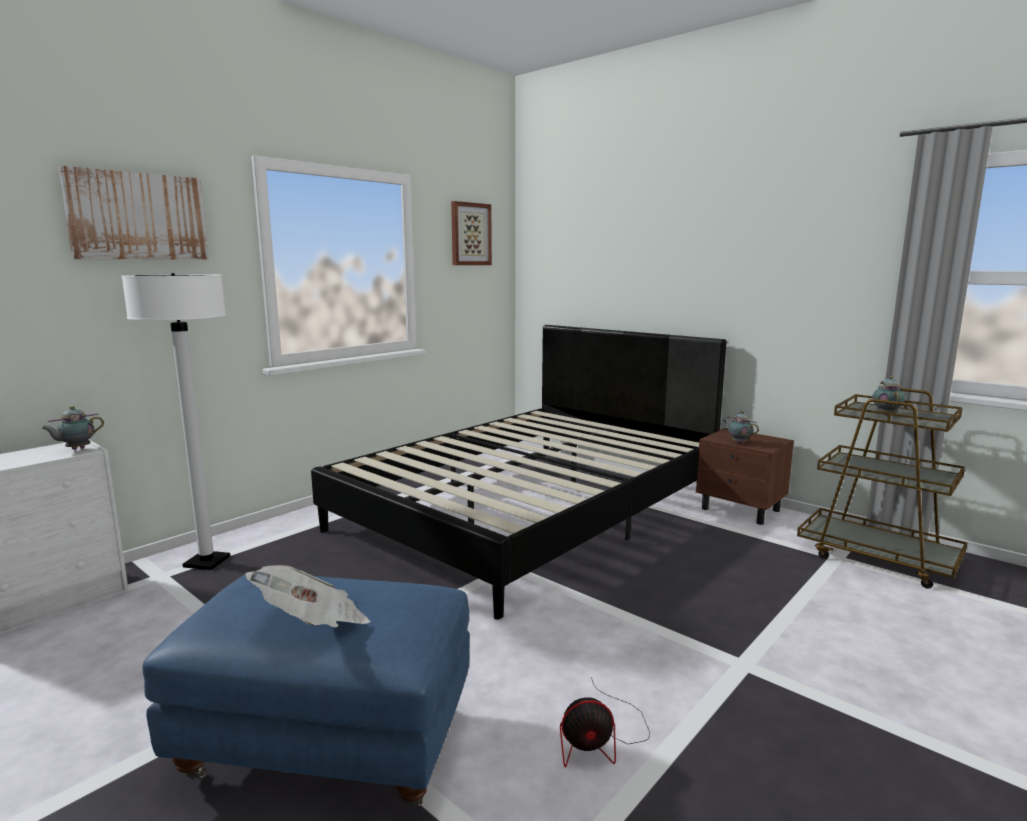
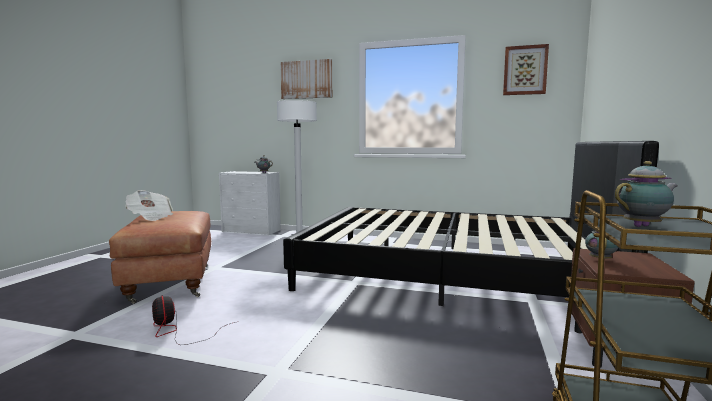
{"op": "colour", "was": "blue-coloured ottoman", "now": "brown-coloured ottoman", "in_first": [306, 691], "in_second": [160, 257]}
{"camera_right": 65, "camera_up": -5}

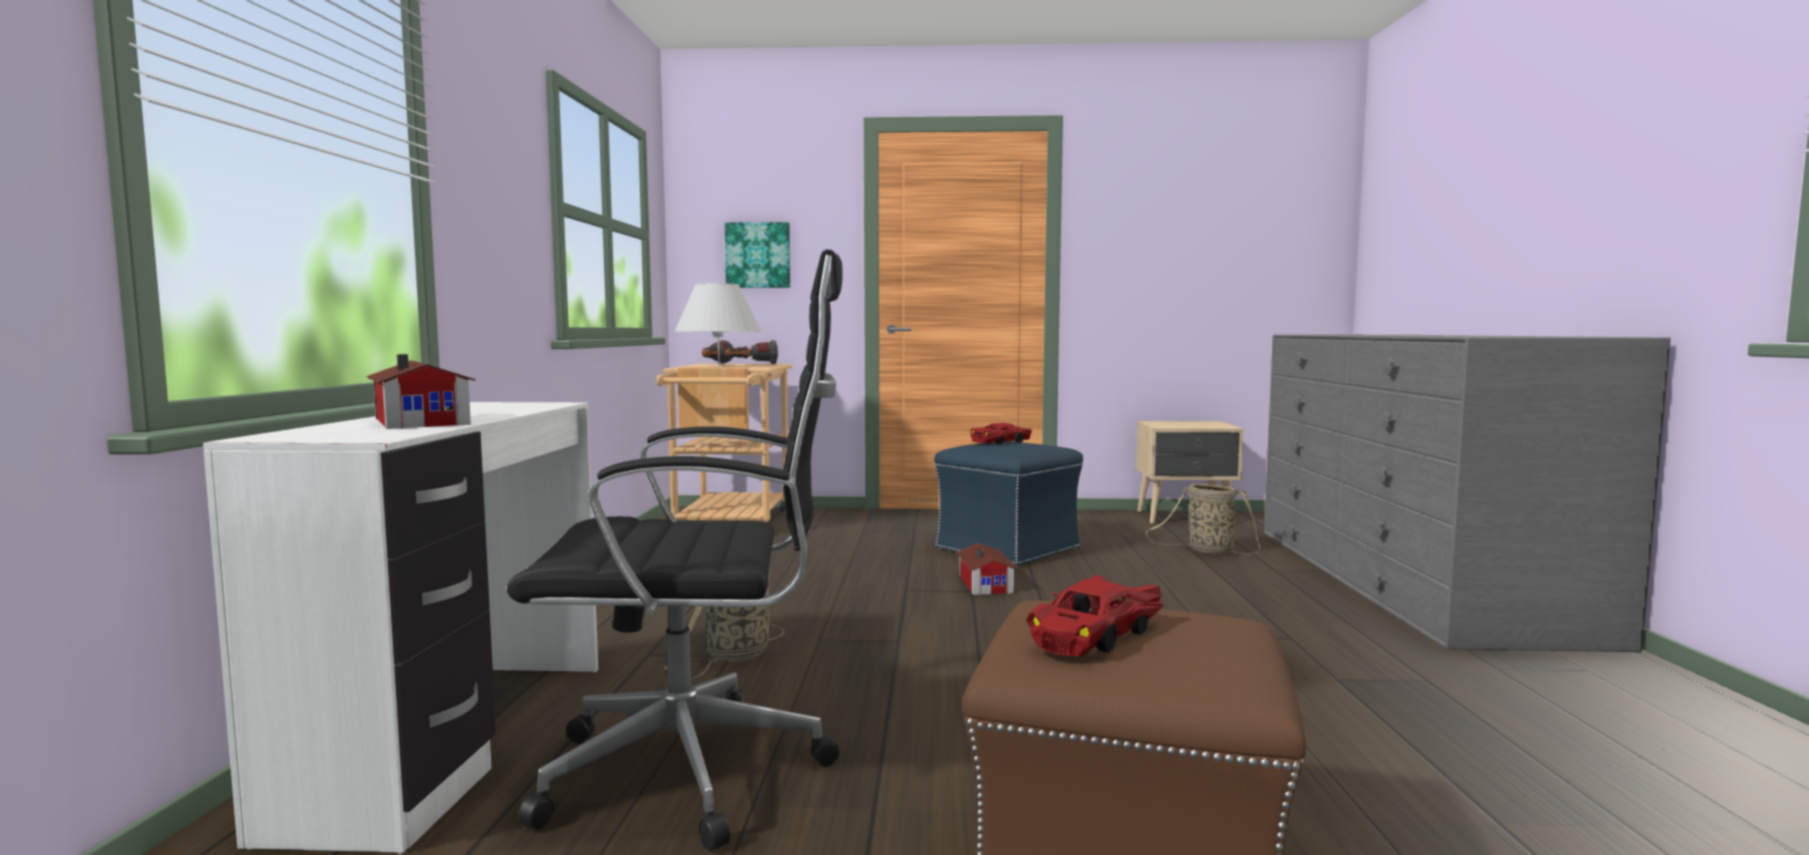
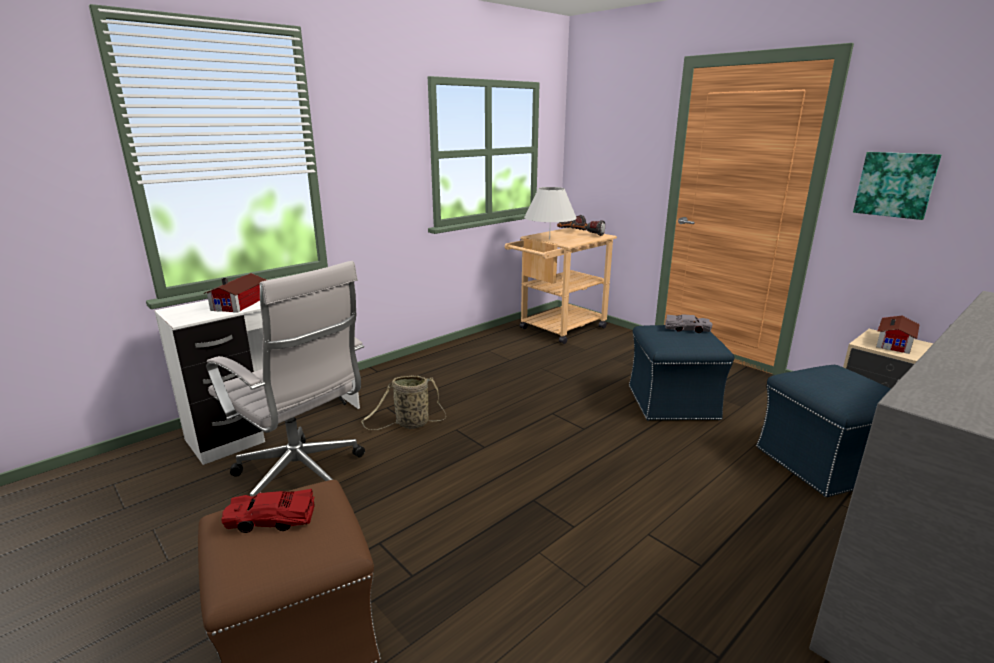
{"op": "colour", "was": "blackish computer chair", "now": "whitish computer chair", "in_first": [675, 550], "in_second": [285, 379]}
{"op": "colour", "was": "red model car", "now": "grey model car", "in_first": [1001, 433], "in_second": [689, 323]}
{"op": "exchanged", "was": "basket", "now": "blue-coloured ottoman", "in_first": [1203, 519], "in_second": [823, 431]}
{"op": "relocated", "was": "wall art", "in_first": [757, 255], "in_second": [897, 186]}
{"op": "relocated", "was": "miniature house", "in_first": [987, 569], "in_second": [898, 335]}
{"camera_right": 45, "camera_up": 15}

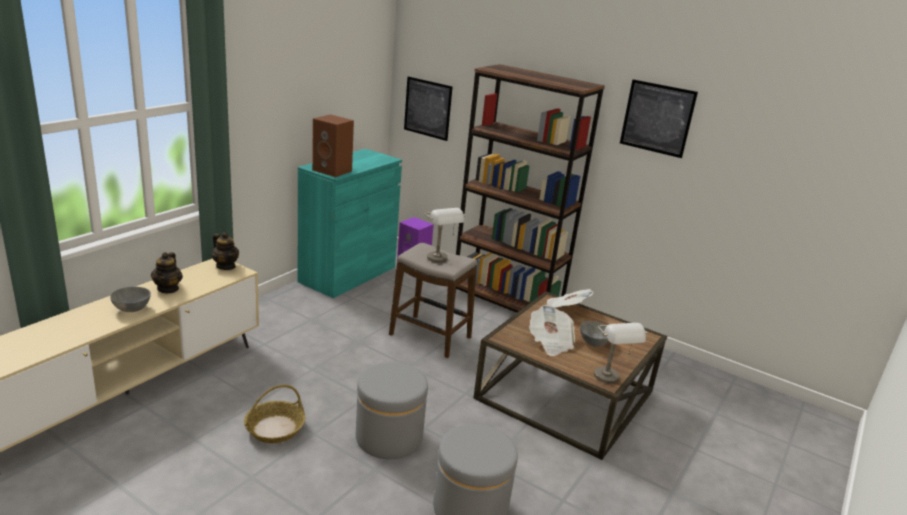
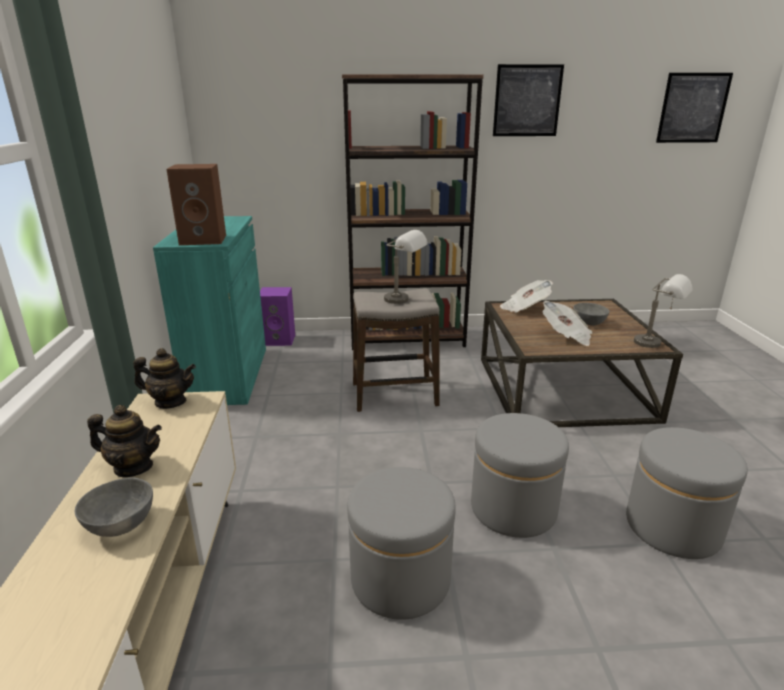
{"op": "spun", "was": "teapot", "in_first": [167, 273], "in_second": [124, 441], "clockwise": -45}
{"op": "exchanged", "was": "basket", "now": "grey ottoman", "in_first": [274, 414], "in_second": [401, 543]}
{"op": "relocated", "was": "wall art", "in_first": [428, 108], "in_second": [694, 108]}
{"camera_right": -35, "camera_up": 0}

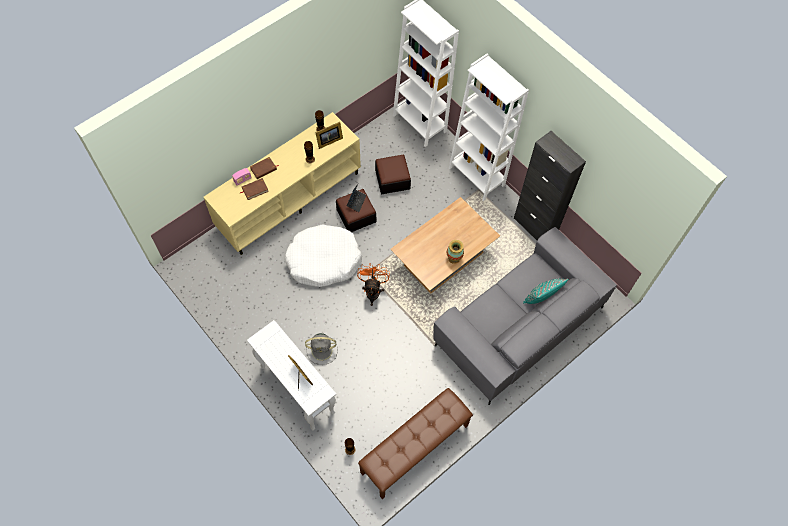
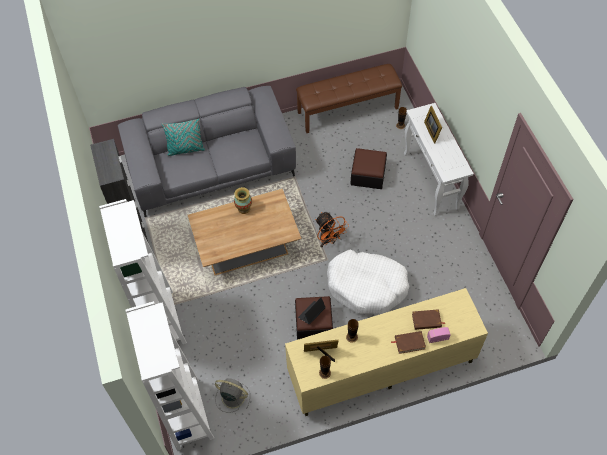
{"op": "relocated", "was": "grey cooling fan", "in_first": [321, 349], "in_second": [232, 395]}
{"op": "spun", "was": "orange-coloured cooling fan", "in_first": [373, 284], "in_second": [332, 229], "clockwise": -60}
{"op": "relocated", "was": "ottoman", "in_first": [393, 174], "in_second": [368, 168]}
{"camera_right": -155, "camera_up": -5}

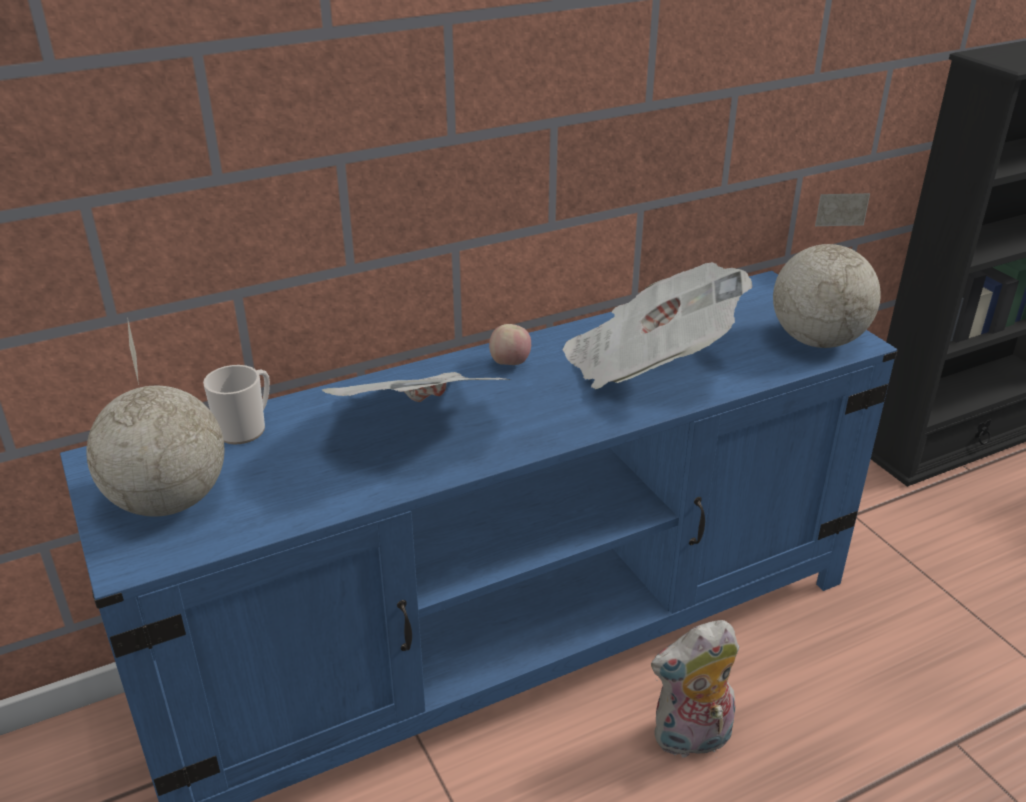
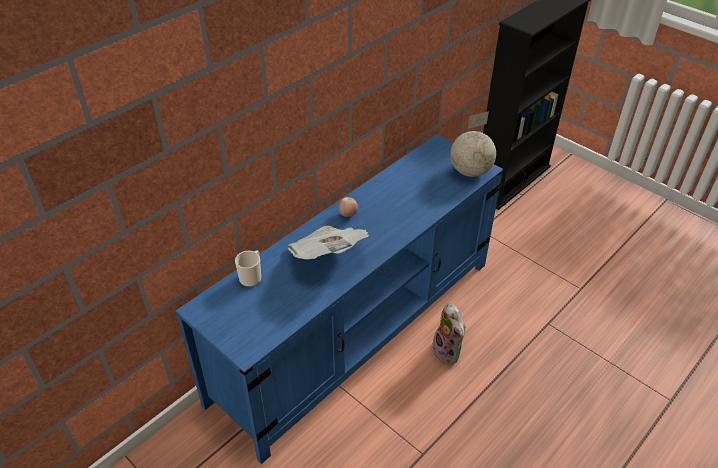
{"op": "spun", "was": "soft toy", "in_first": [695, 689], "in_second": [449, 334], "clockwise": -75}
{"op": "missing", "was": "world globe", "in_first": [155, 416]}
{"op": "missing", "was": "daily paper", "in_first": [657, 325]}
{"camera_right": -20, "camera_up": 10}

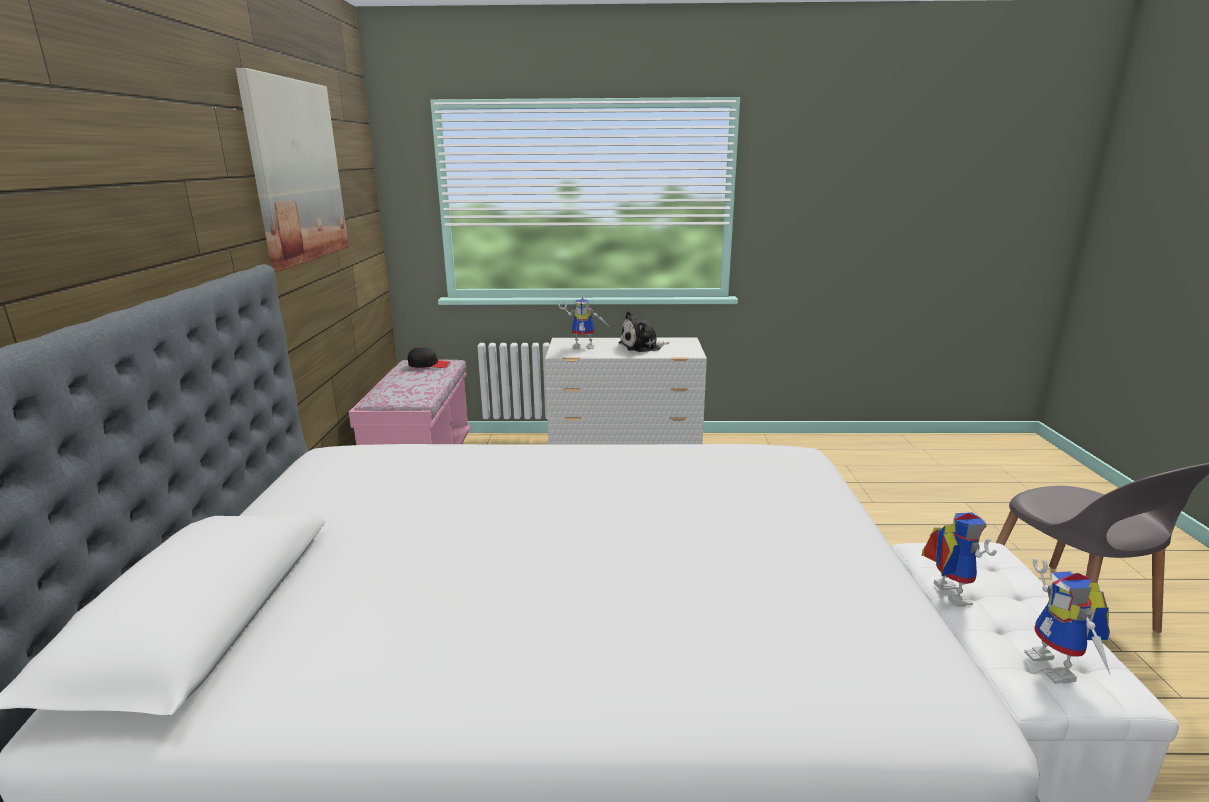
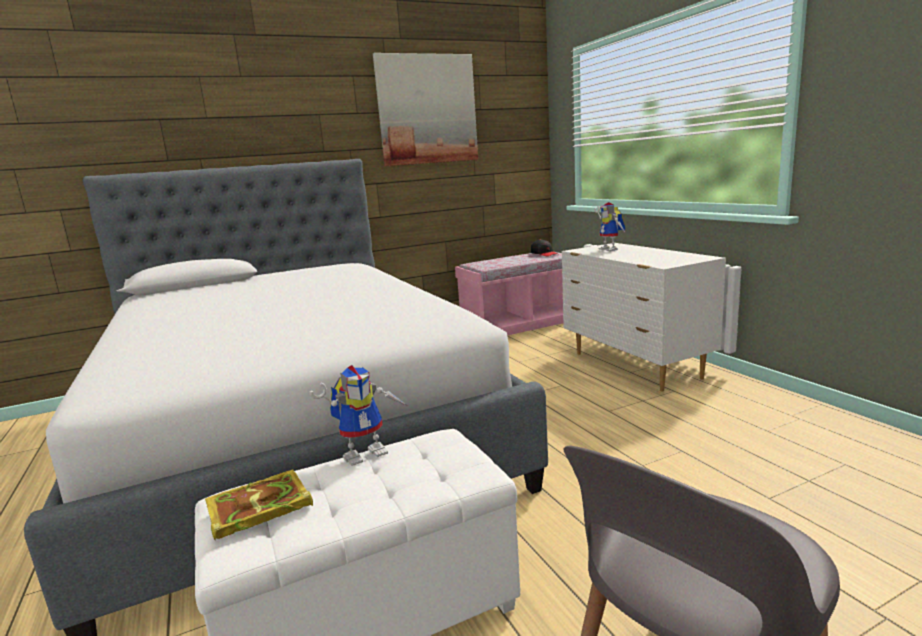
{"op": "exchanged", "was": "toy robot", "now": "volume", "in_first": [1067, 621], "in_second": [259, 504]}
{"op": "missing", "was": "soft toy", "in_first": [643, 331]}
{"camera_right": 65, "camera_up": -5}

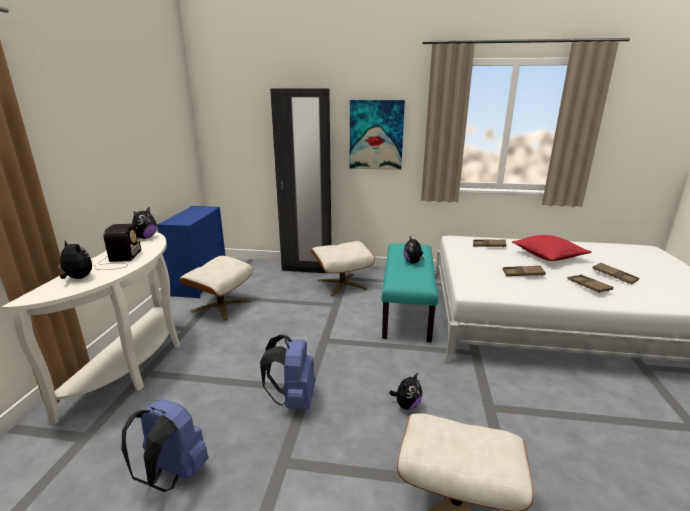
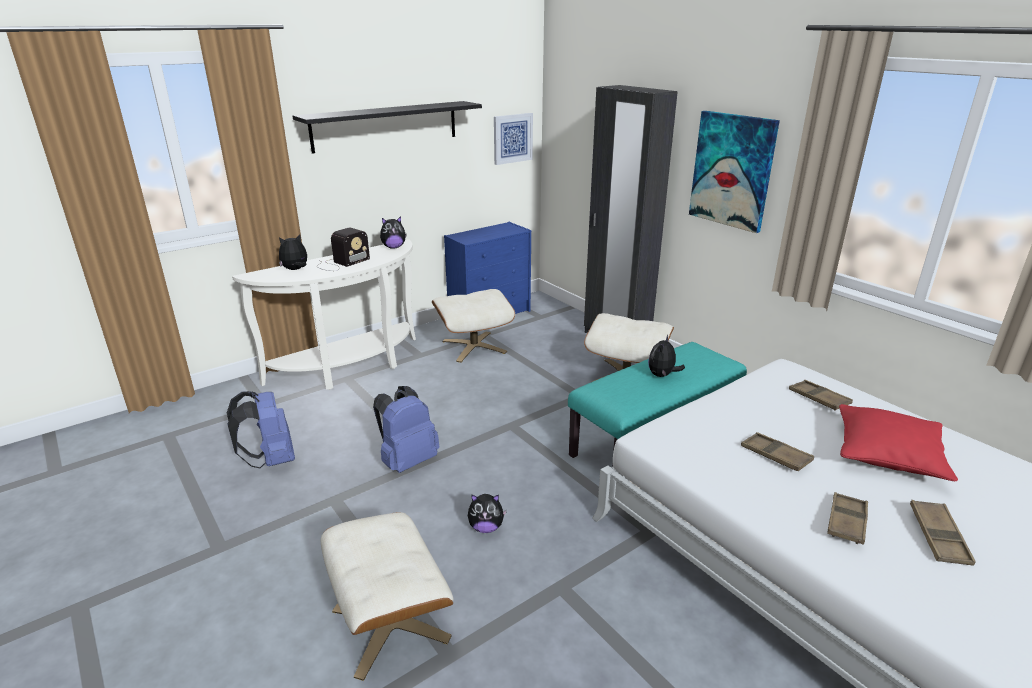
{"op": "spun", "was": "soft toy", "in_first": [74, 259], "in_second": [293, 252], "clockwise": -105}
{"op": "appeared", "now": "blackish wall shelf", "in_second": [387, 127]}
{"op": "appeared", "now": "wall art", "in_second": [513, 139]}
{"camera_right": 45, "camera_up": 5}

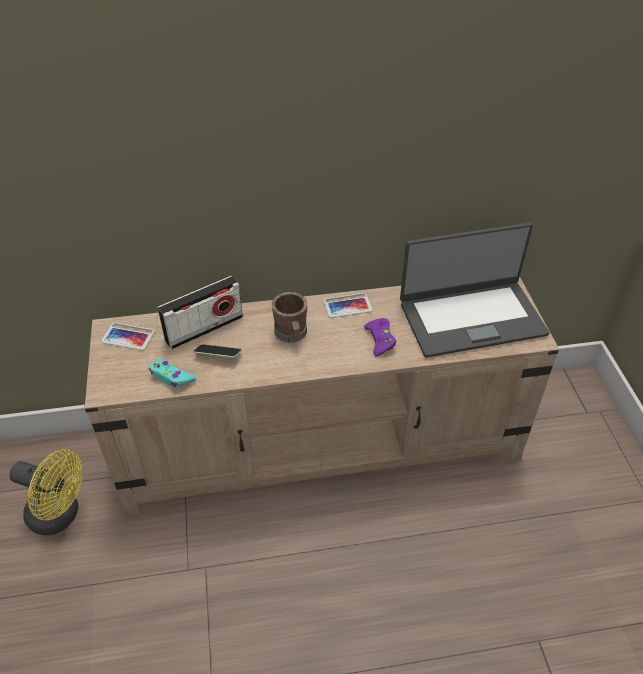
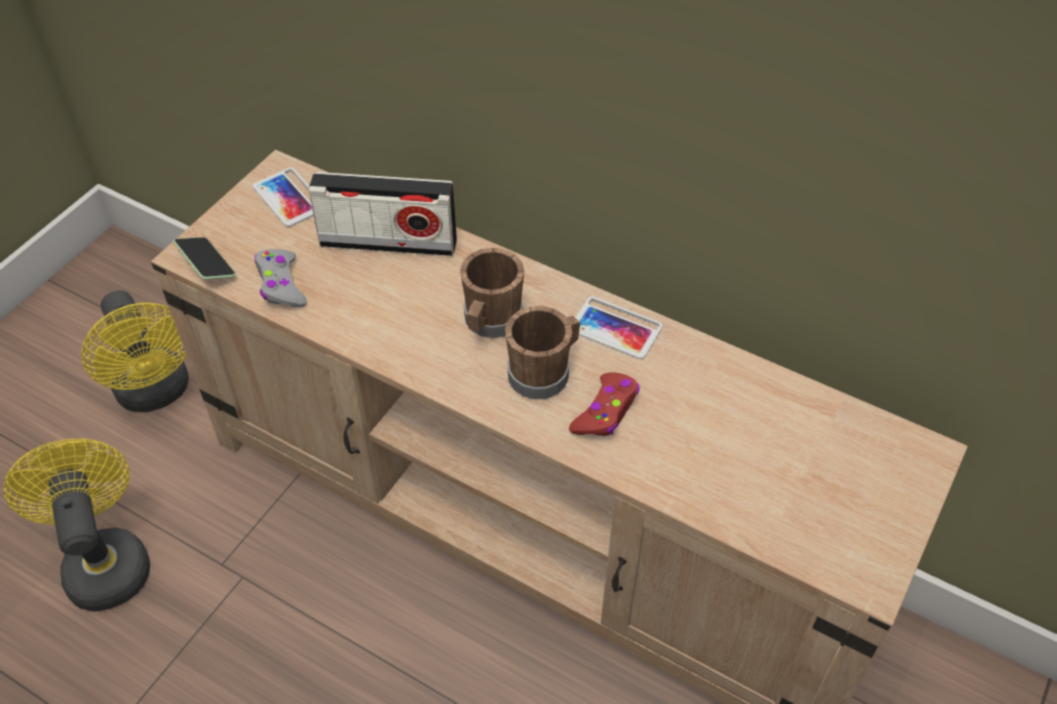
{"op": "appeared", "now": "yellow cooling fan", "in_second": [77, 525]}
{"op": "relocated", "was": "handset", "in_first": [217, 351], "in_second": [204, 258]}
{"op": "colour", "was": "turquoise-coloured gamepad", "now": "grey gamepad", "in_first": [172, 373], "in_second": [281, 278]}
{"op": "appeared", "now": "brown-coloured coffee mug", "in_second": [542, 353]}
{"op": "colour", "was": "purplish gamepad", "now": "red gamepad", "in_first": [380, 337], "in_second": [604, 404]}
{"op": "missing", "was": "laptop", "in_first": [474, 290]}
{"camera_right": 40, "camera_up": 5}

